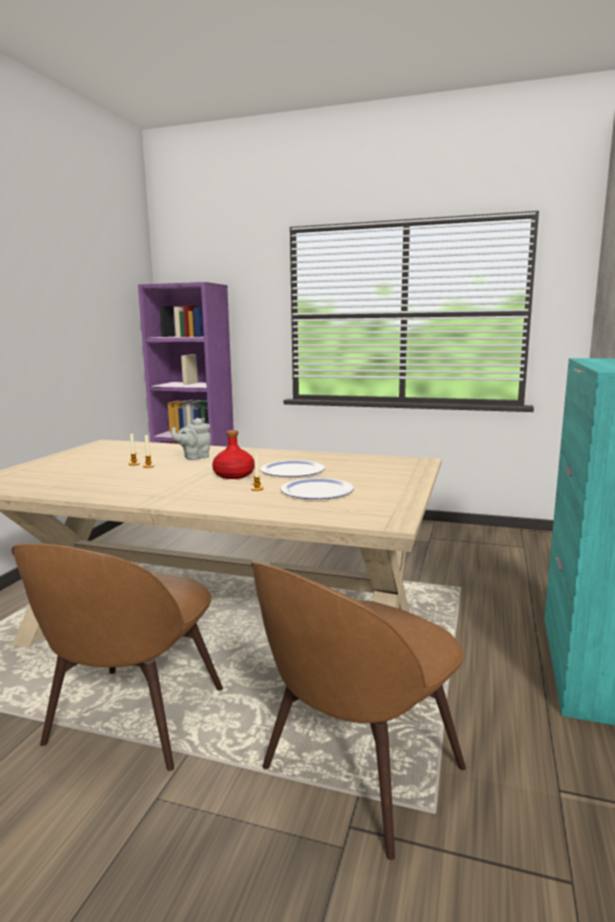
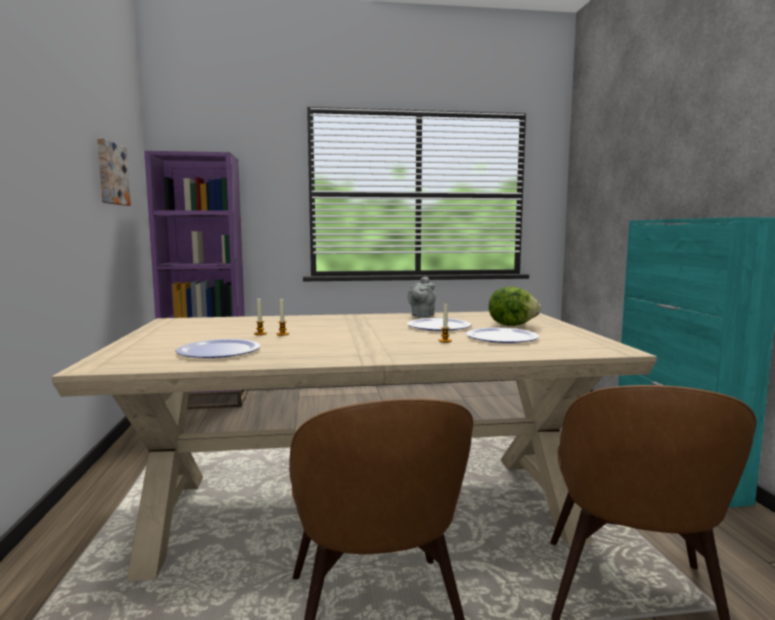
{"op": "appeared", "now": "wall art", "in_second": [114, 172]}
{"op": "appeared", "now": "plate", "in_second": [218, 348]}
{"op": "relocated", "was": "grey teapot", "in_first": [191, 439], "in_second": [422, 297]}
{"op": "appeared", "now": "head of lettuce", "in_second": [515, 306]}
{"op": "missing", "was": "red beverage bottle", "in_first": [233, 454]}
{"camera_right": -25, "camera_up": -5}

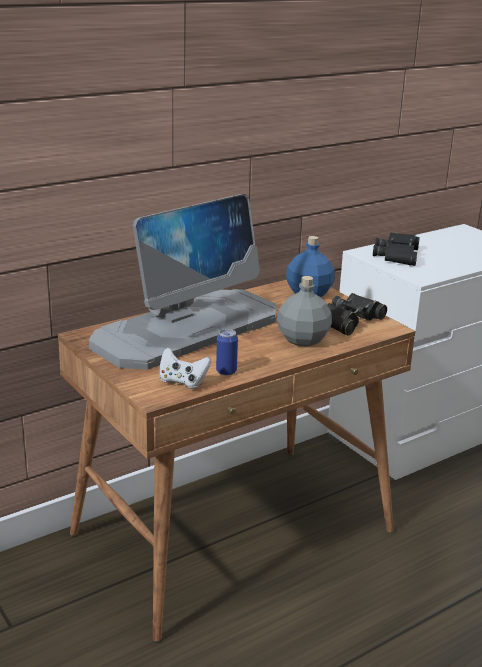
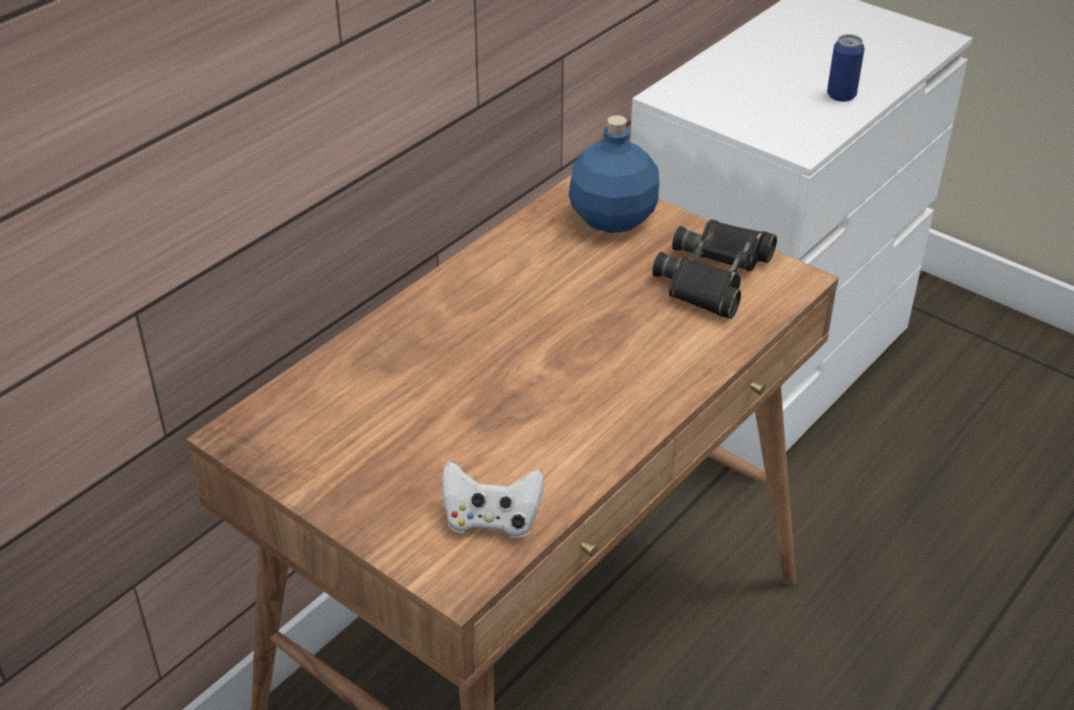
{"op": "relocated", "was": "can", "in_first": [227, 352], "in_second": [846, 68]}
{"op": "missing", "was": "computer screen", "in_first": [182, 282]}
{"op": "missing", "was": "grey beverage bottle", "in_first": [304, 311]}
{"op": "missing", "was": "blackish pair of binoculars", "in_first": [396, 249]}
{"camera_right": -15, "camera_up": 15}

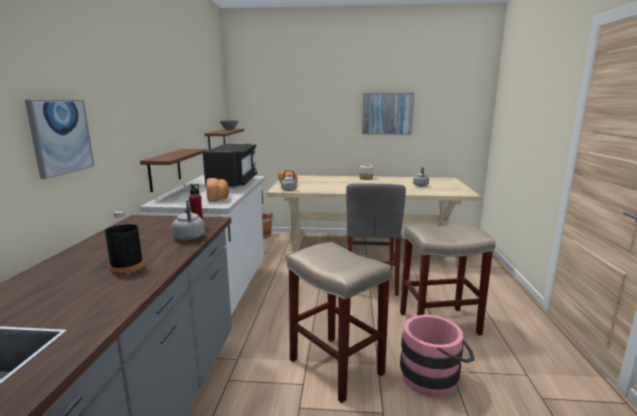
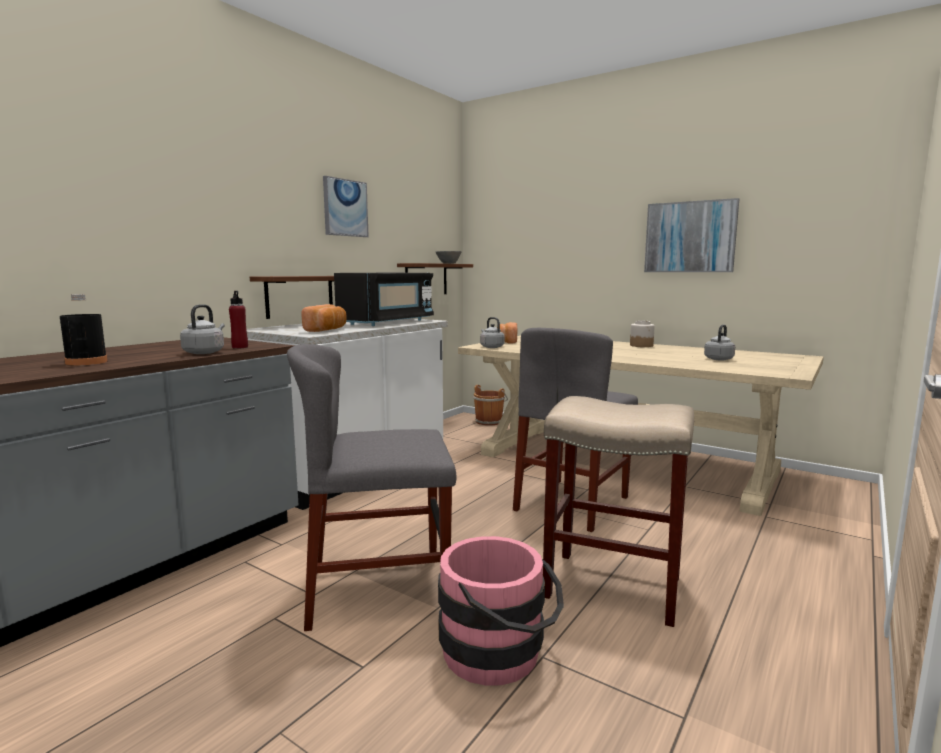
{"op": "exchanged", "was": "beige stool", "now": "grey upright chair", "in_first": [339, 322], "in_second": [371, 487]}
{"op": "relocated", "was": "wall art", "in_first": [59, 139], "in_second": [346, 206]}
{"camera_right": 30, "camera_up": -5}

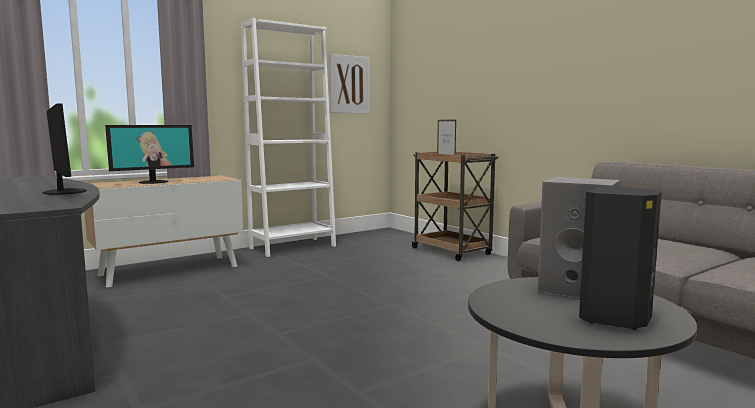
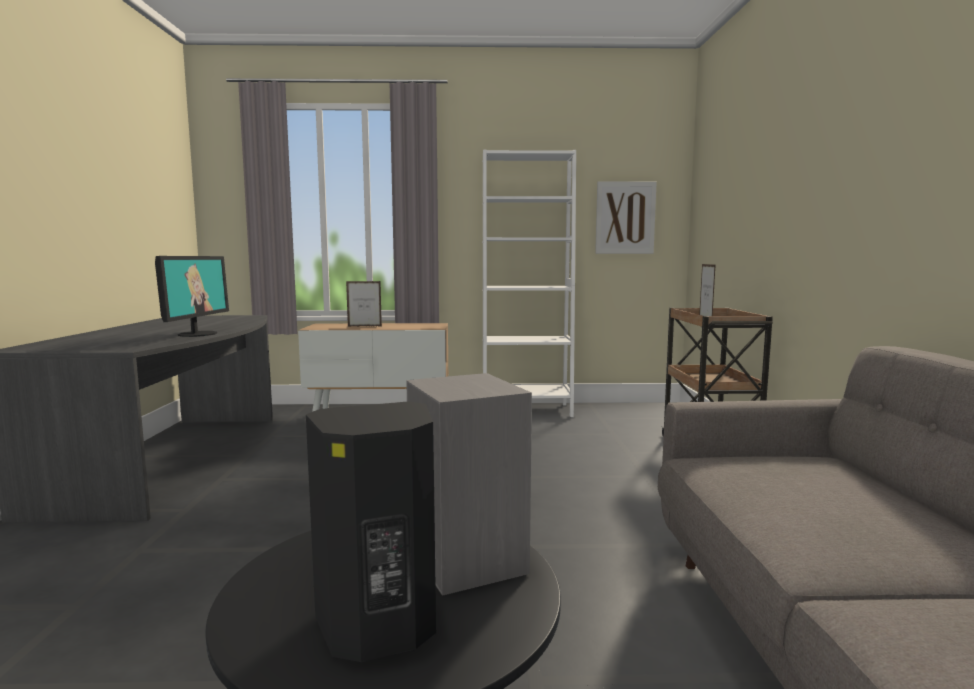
{"op": "exchanged", "was": "computer screen", "now": "standing frame", "in_first": [149, 154], "in_second": [364, 304]}
{"camera_right": 35, "camera_up": 0}

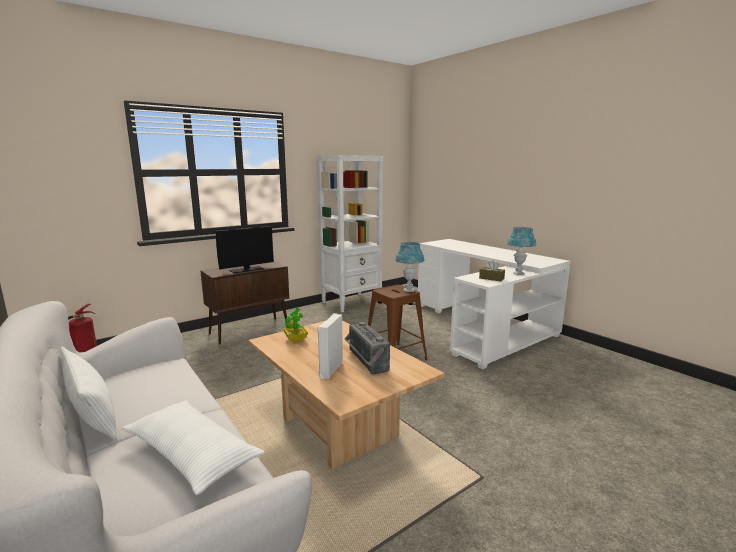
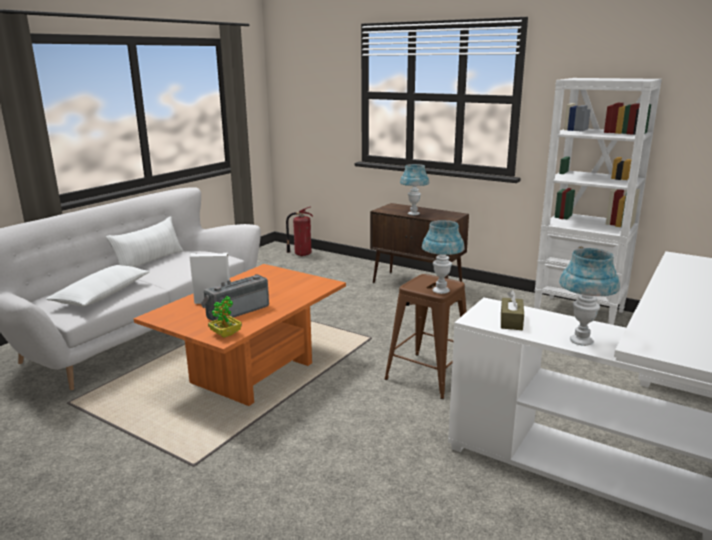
{"op": "colour", "was": "beige low table", "now": "orange-coloured low table", "in_first": [346, 394], "in_second": [240, 335]}
{"op": "relocated", "was": "houseplant", "in_first": [296, 324], "in_second": [225, 317]}
{"op": "exchanged", "was": "computer screen", "now": "blue-coloured table lamp", "in_first": [245, 249], "in_second": [414, 189]}
{"camera_right": 70, "camera_up": 5}

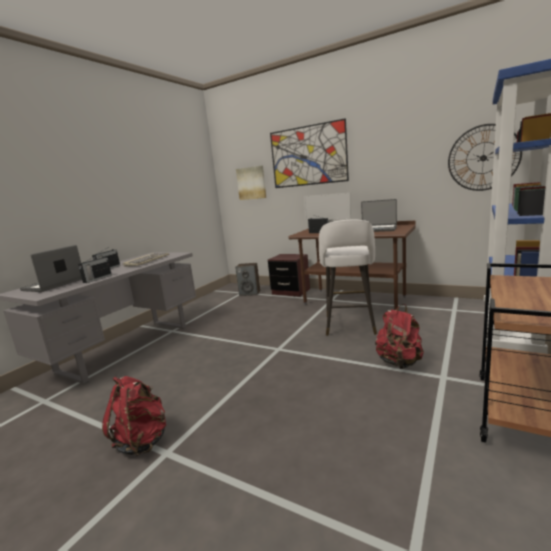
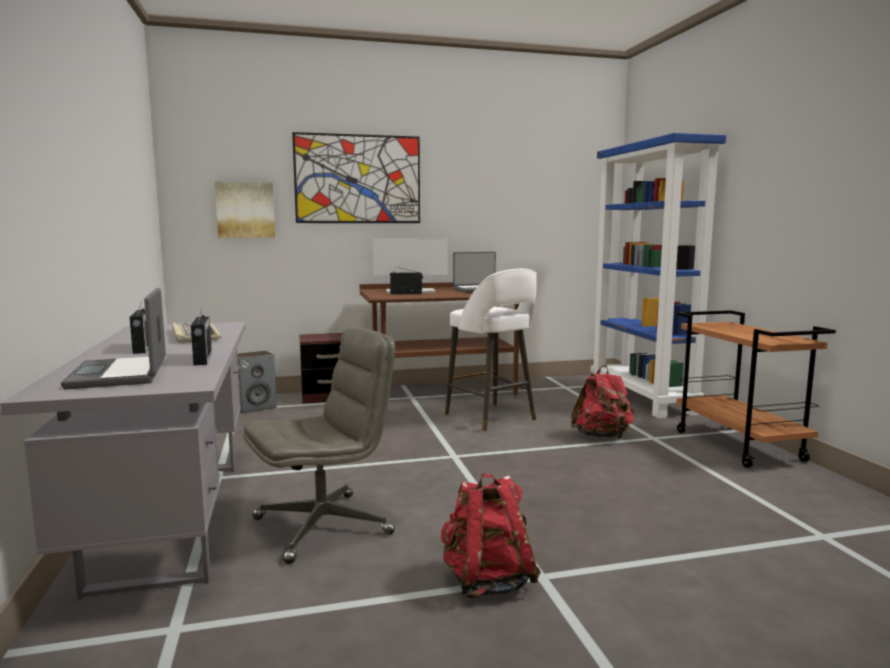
{"op": "appeared", "now": "grey computer chair", "in_second": [319, 446]}
{"op": "missing", "was": "hanging clock", "in_first": [485, 157]}
{"camera_right": -45, "camera_up": -5}

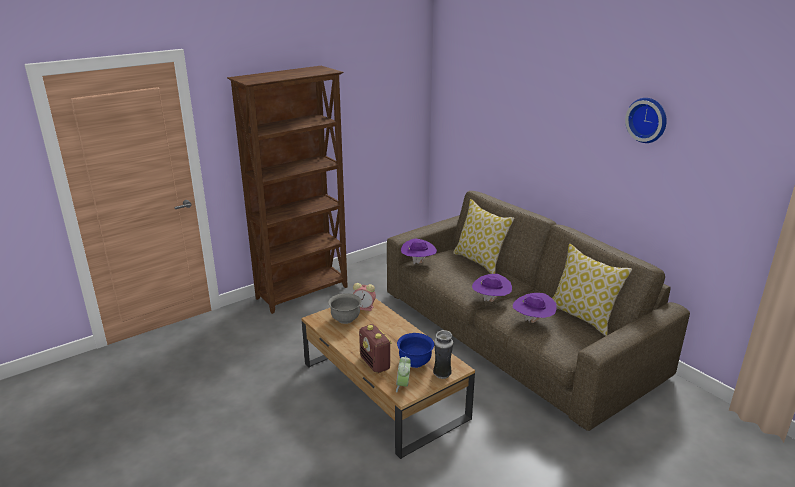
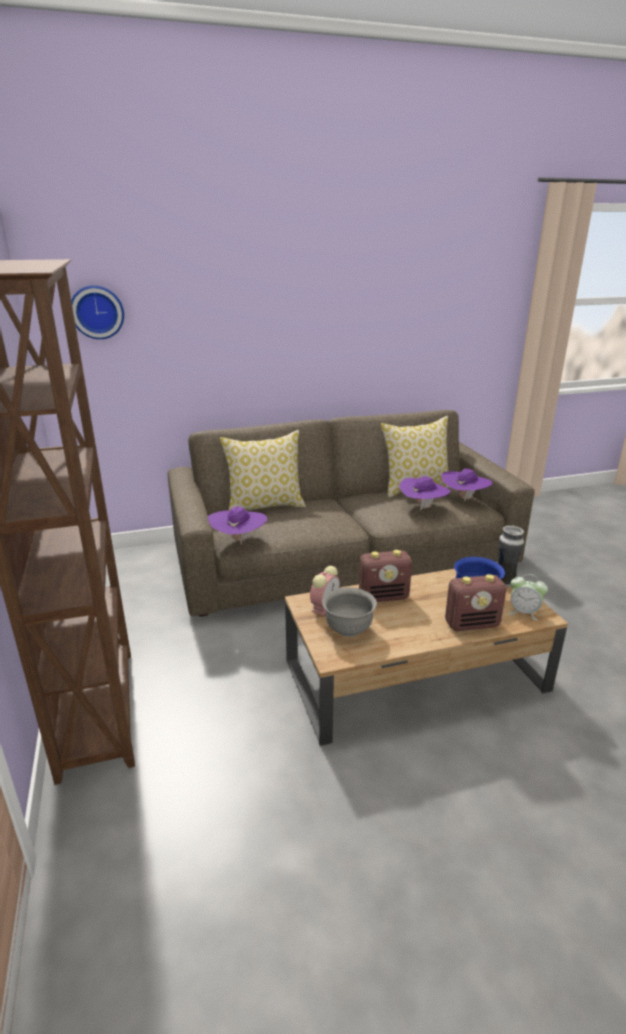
{"op": "relocated", "was": "hanging clock", "in_first": [646, 120], "in_second": [97, 312]}
{"op": "appeared", "now": "radio", "in_second": [385, 576]}
{"op": "relocated", "was": "purplish wearable hat", "in_first": [492, 288], "in_second": [466, 485]}
{"camera_right": -70, "camera_up": 0}

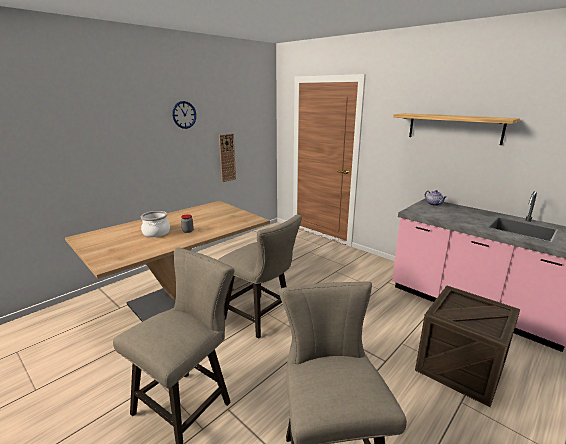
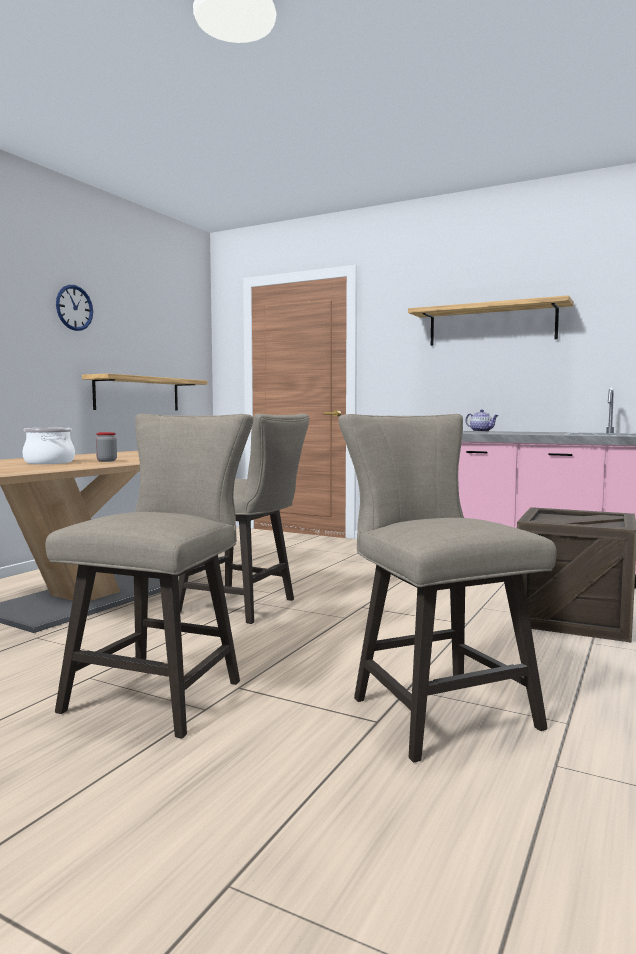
{"op": "exchanged", "was": "hanging clock", "now": "wall shelf", "in_first": [227, 157], "in_second": [144, 392]}
{"camera_right": -15, "camera_up": -15}

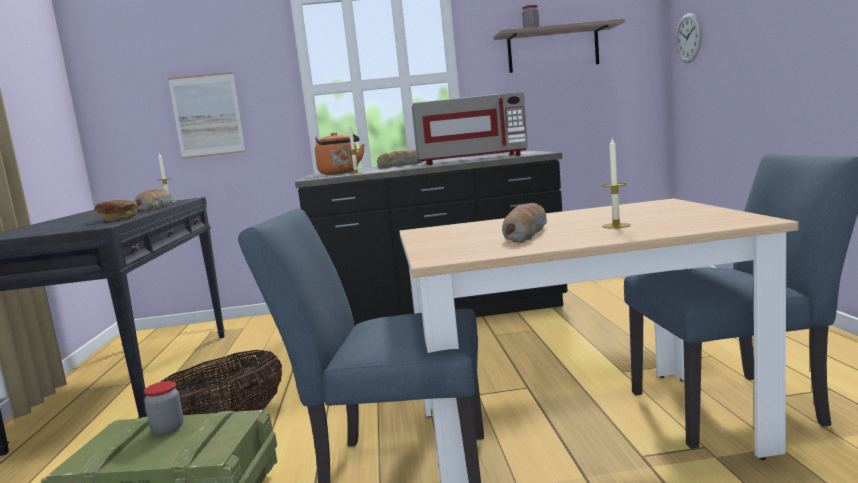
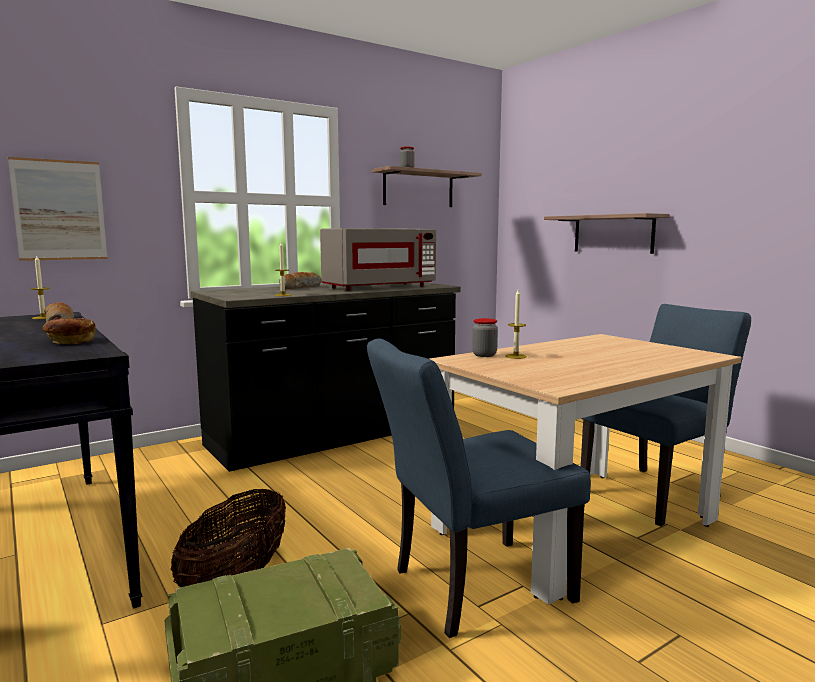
{"op": "relocated", "was": "storage jar", "in_first": [164, 408], "in_second": [485, 337]}
{"op": "relocated", "was": "candle", "in_first": [616, 183], "in_second": [516, 324]}
{"op": "appeared", "now": "wall shelf", "in_second": [607, 233]}
{"op": "missing", "was": "orange-coloured water kettle", "in_first": [340, 153]}
{"op": "missing", "was": "bakery bread", "in_first": [524, 223]}
{"op": "missing", "was": "hanging clock", "in_first": [689, 38]}
{"camera_right": -30, "camera_up": 0}

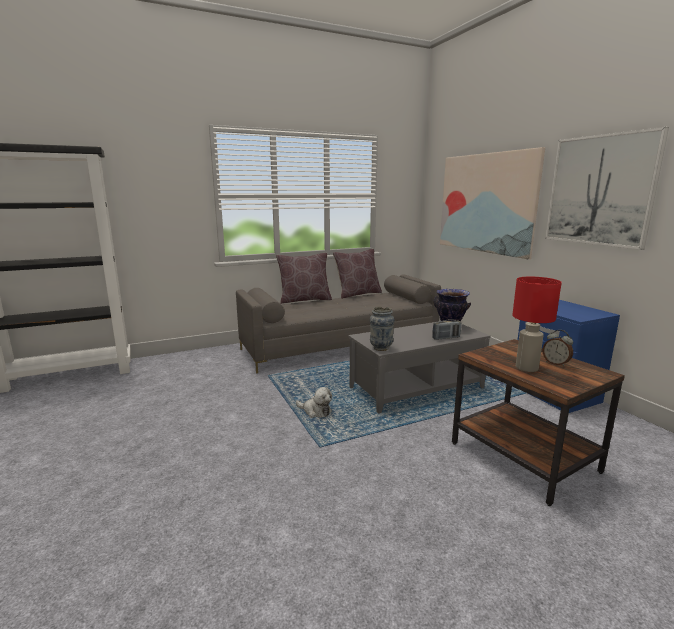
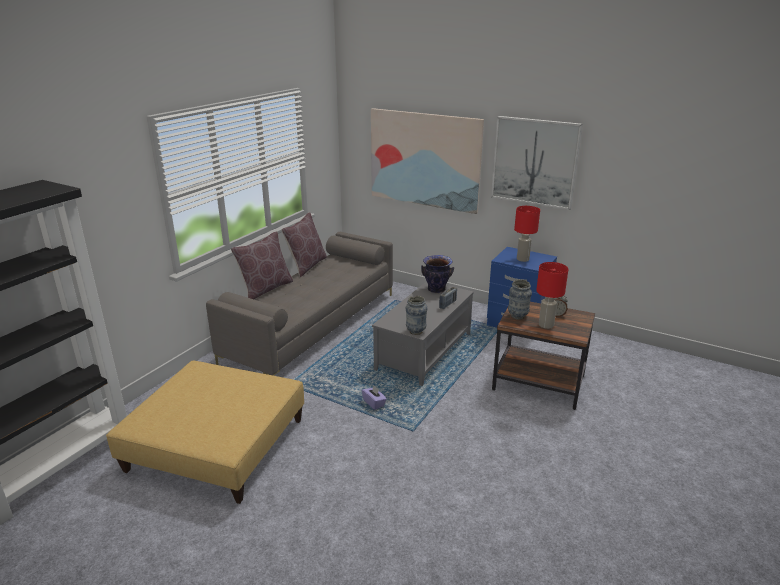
{"op": "appeared", "now": "beige ottoman", "in_second": [205, 432]}
{"op": "exchanged", "was": "soft toy", "now": "purplish tissue holder", "in_first": [314, 402], "in_second": [374, 398]}
{"op": "appeared", "now": "decorative vase", "in_second": [520, 299]}
{"op": "appeared", "now": "red table lamp", "in_second": [527, 234]}
{"camera_right": -35, "camera_up": 10}

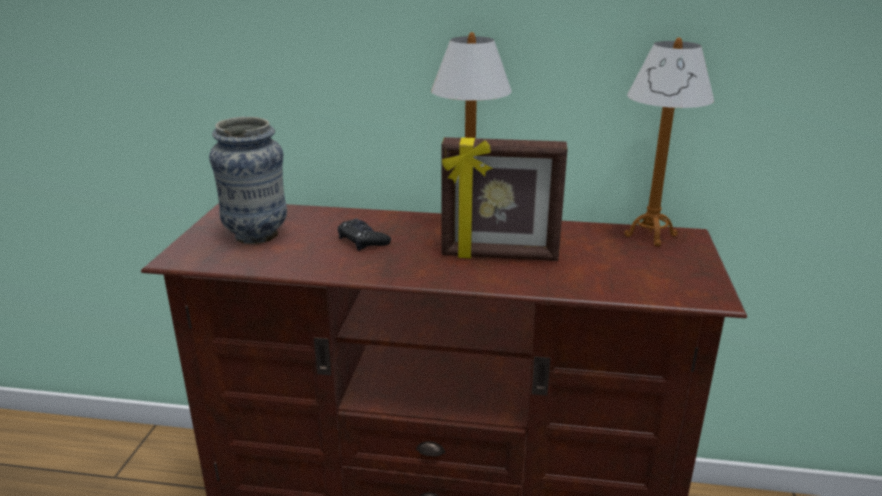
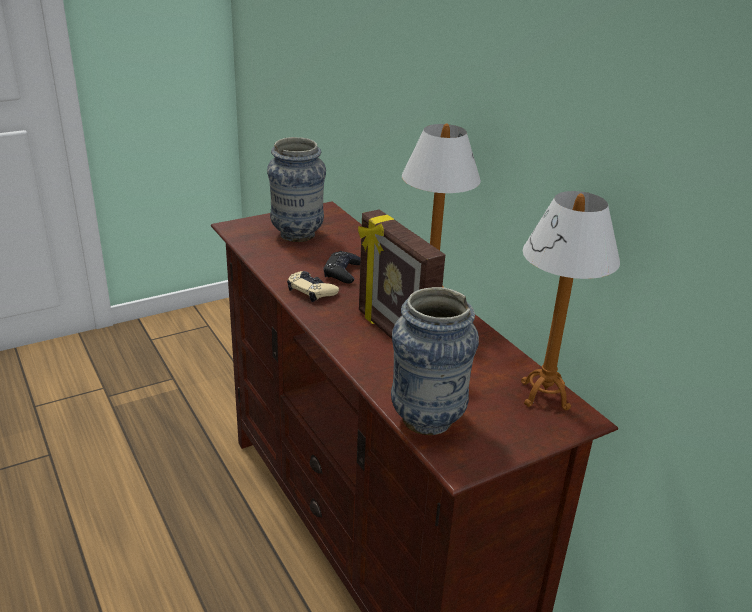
{"op": "appeared", "now": "beige gamepad", "in_second": [313, 286]}
{"op": "appeared", "now": "decorative vase", "in_second": [435, 361]}
{"camera_right": 50, "camera_up": 5}

